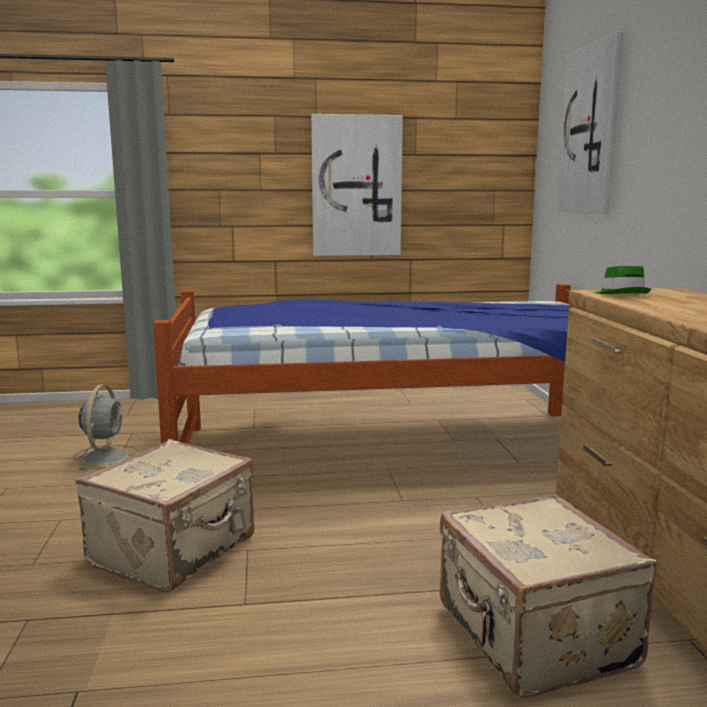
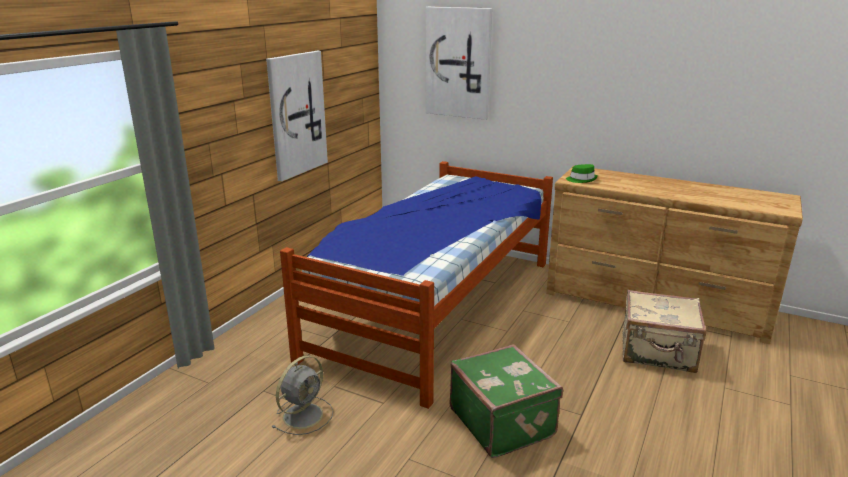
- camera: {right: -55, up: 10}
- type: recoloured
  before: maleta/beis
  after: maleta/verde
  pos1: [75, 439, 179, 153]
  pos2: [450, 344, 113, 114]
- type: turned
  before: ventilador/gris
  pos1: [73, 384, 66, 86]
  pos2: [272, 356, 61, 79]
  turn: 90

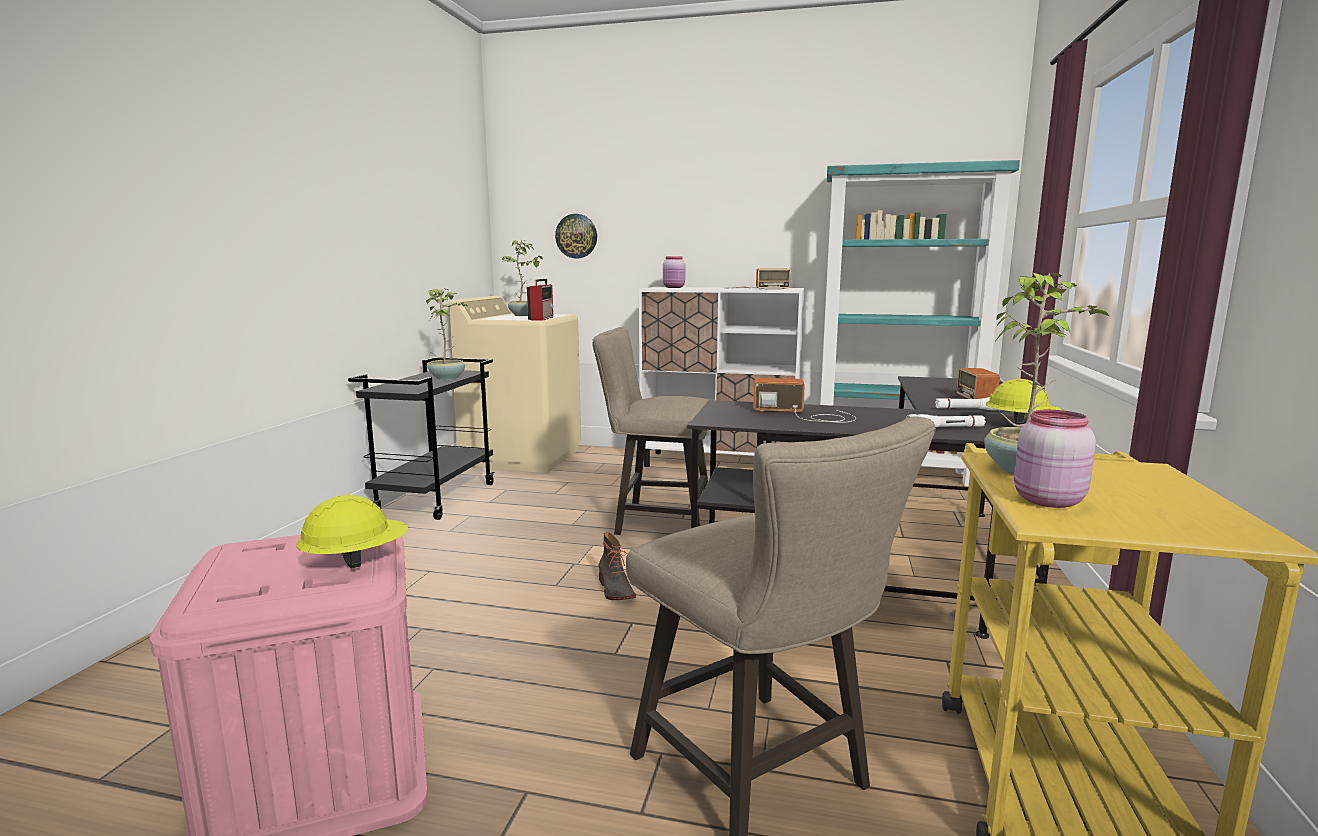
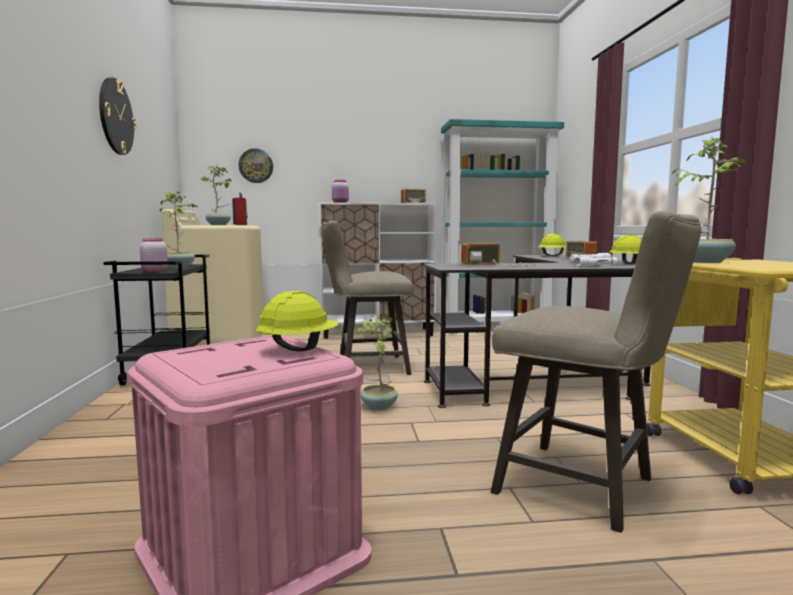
- camera: {right: -20, up: -5}
- type: added
  after: reloj de pared
  pos2: [99, 77, 37, 78]
- type: added
  after: casco/amarillo
  pos2: [538, 233, 28, 23]
- type: moved
  before: tarro/rosa
  pos1: [1014, 410, 82, 98]
  pos2: [140, 238, 28, 34]
- type: replaced
  before: bota
  after: planta en maceta
  pos1: [599, 532, 37, 68]
  pos2: [356, 315, 42, 95]

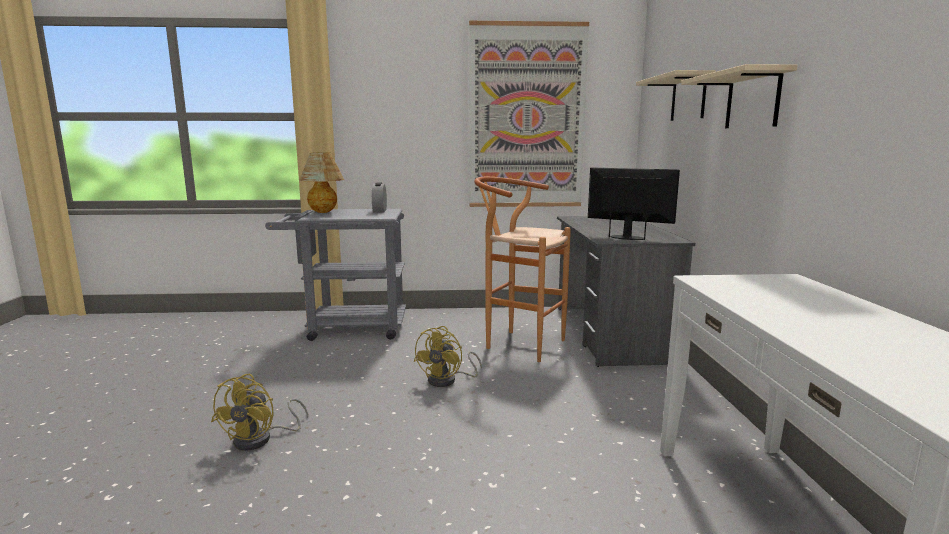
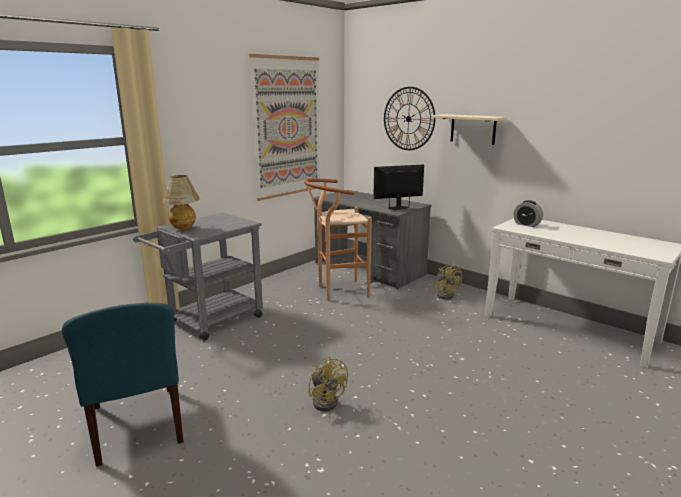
- camera: {right: -45, up: 5}
- type: added
  after: silla/azul
  pos2: [62, 303, 122, 164]
- type: moved
  before: despertador
  pos1: [372, 182, 15, 30]
  pos2: [513, 200, 30, 27]
- type: moved
  before: ventilador/amarillo
  pos1: [413, 326, 69, 61]
  pos2: [435, 263, 27, 36]
- type: replaced
  before: estante/beis
  after: reloj de pared
  pos1: [636, 70, 80, 51]
  pos2: [384, 87, 51, 63]

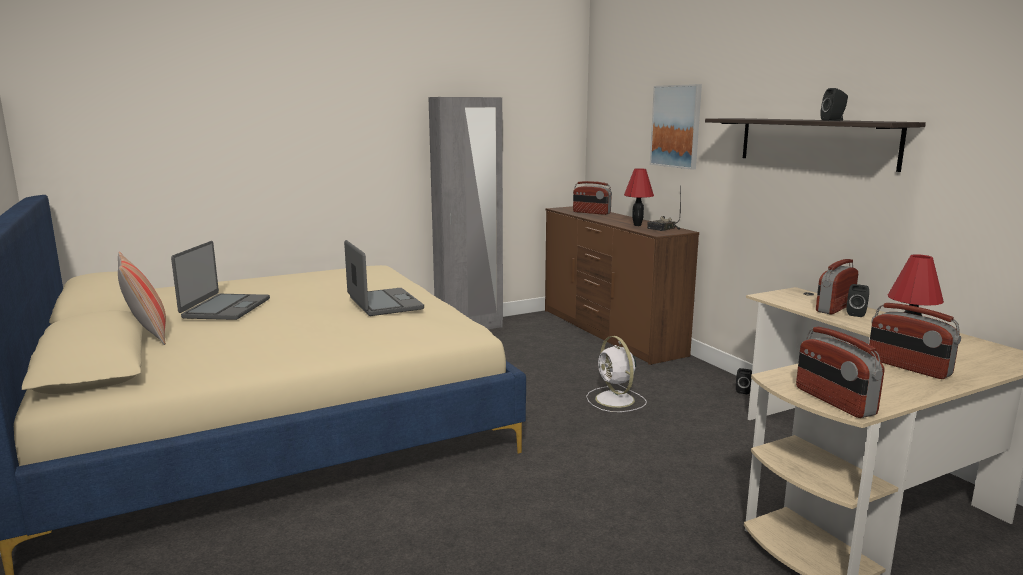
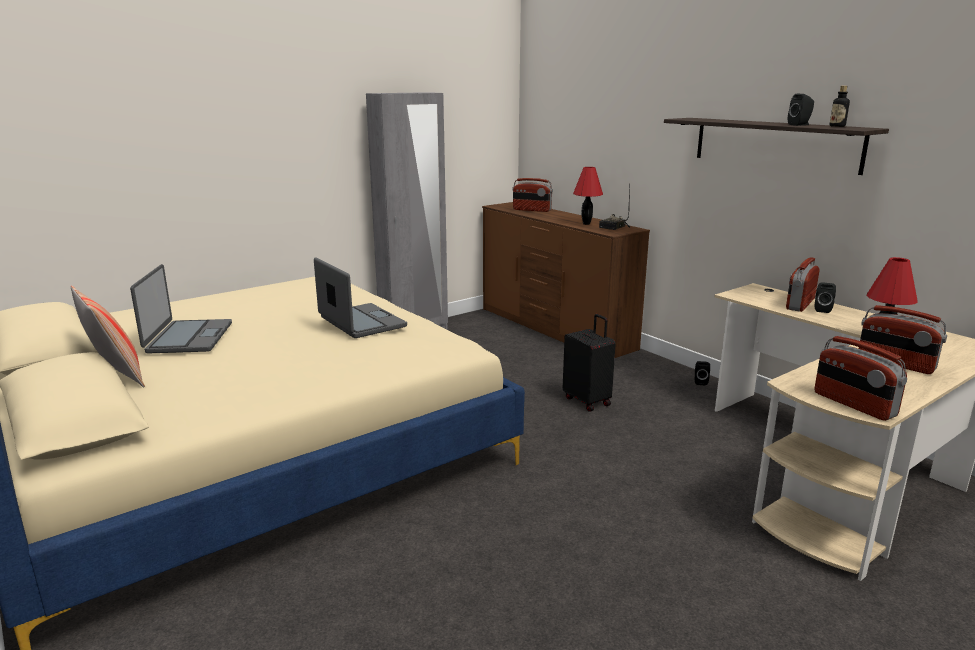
- camera: {right: -10, up: 5}
- type: removed
  before: cuadro
  pos1: [650, 84, 52, 86]
- type: added
  after: botella
  pos2: [830, 86, 20, 41]
- type: replaced
  before: ventilador/blanco
  after: maleta/negro
  pos1: [586, 336, 61, 76]
  pos2: [563, 314, 53, 98]

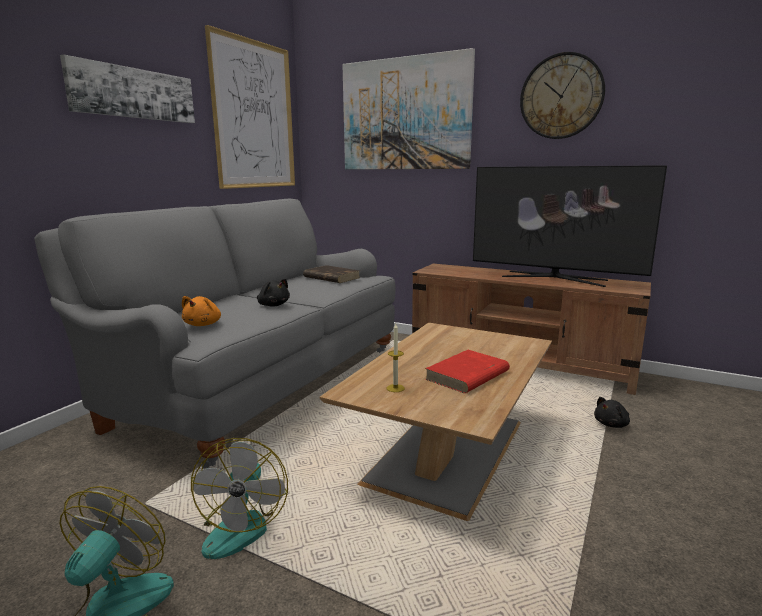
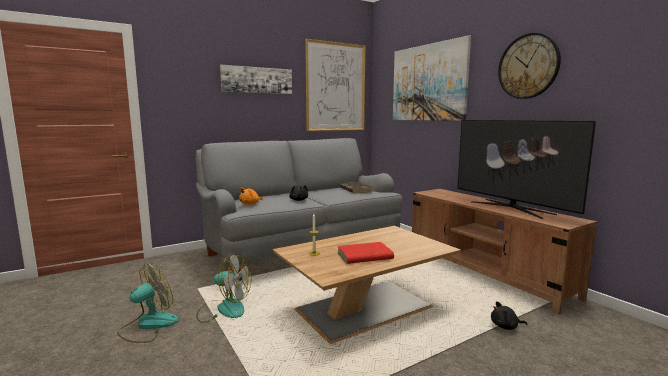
- camera: {right: 30, up: -5}
- type: turned
  before: ventilador
  pos1: [191, 438, 97, 121]
  pos2: [196, 253, 56, 70]
  turn: -105

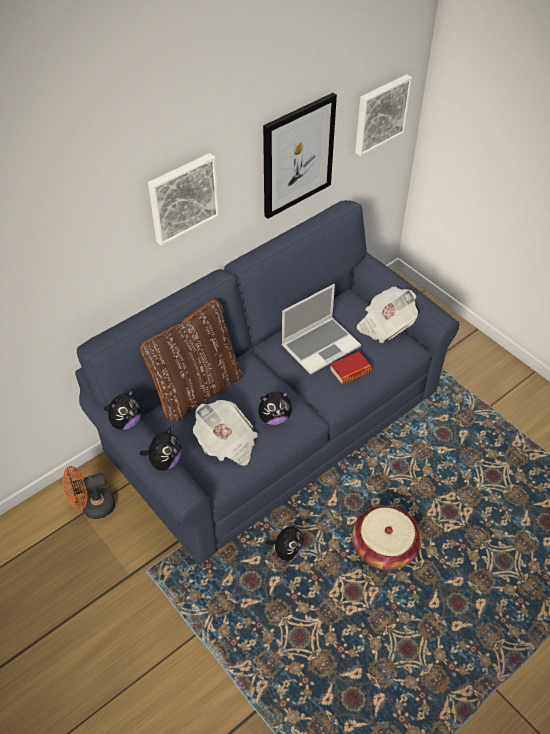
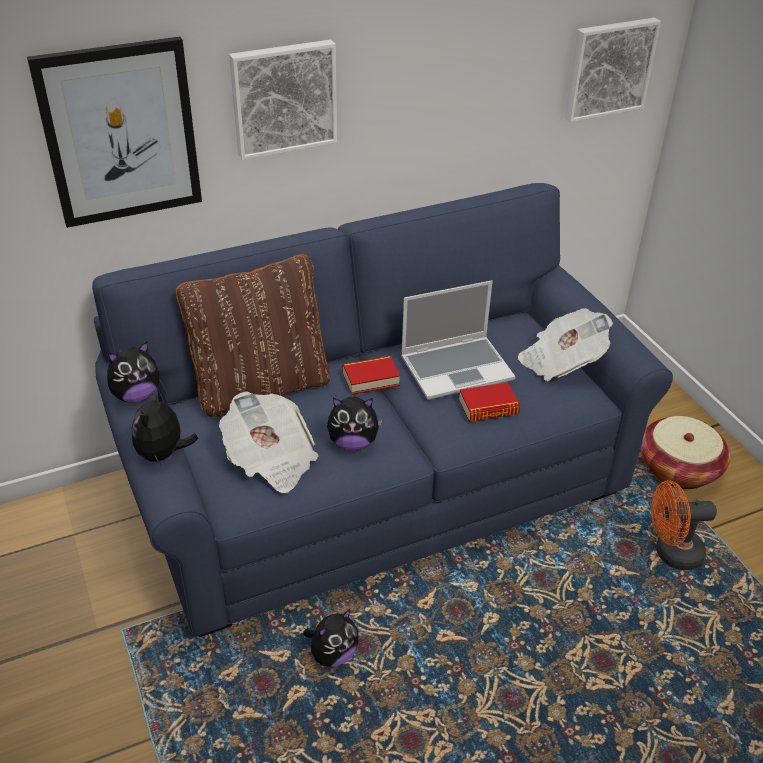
- camera: {right: 15, up: -10}
- type: added
  after: libro
  pos2: [342, 356, 58, 39]
- type: moved
  before: ventilador/naranja
  pos1: [63, 466, 52, 53]
  pos2: [651, 480, 66, 90]
- type: moved
  before: cuadro
  pos1: [263, 93, 74, 126]
  pos2: [27, 37, 175, 191]
- type: moved
  before: cesta
  pos1: [352, 505, 70, 65]
  pos2: [640, 416, 90, 73]
- type: turned
  before: peluche
  pos1: [140, 426, 42, 45]
  pos2: [132, 388, 66, 77]
  turn: 150

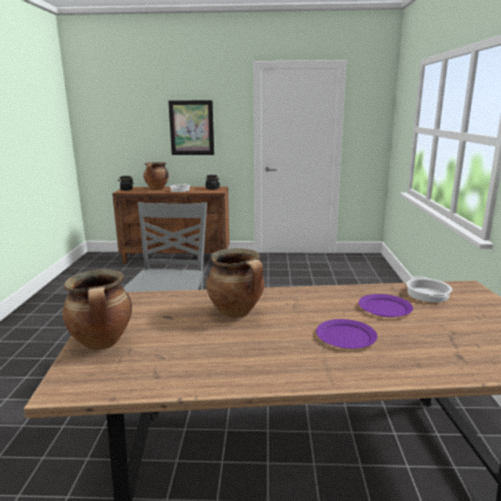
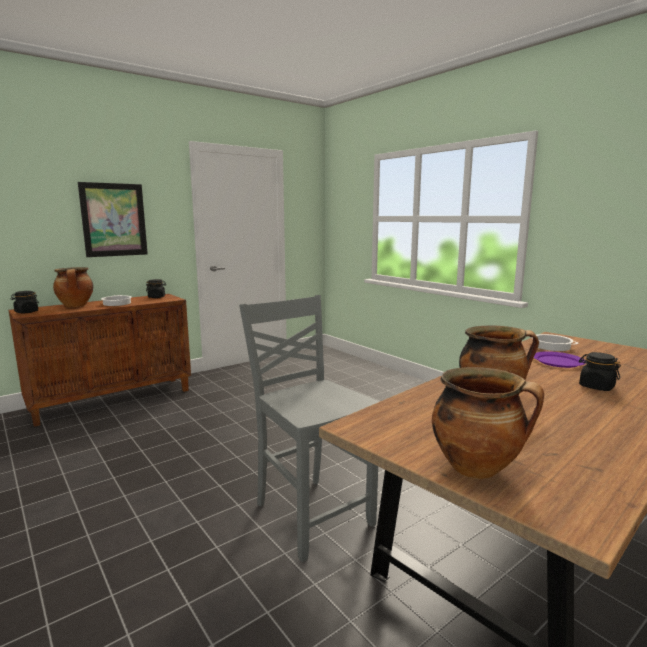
- camera: {right: -40, up: -5}
- type: replaced
  before: plato/morado
  after: tarro/negro
  pos1: [316, 319, 61, 30]
  pos2: [579, 352, 42, 39]

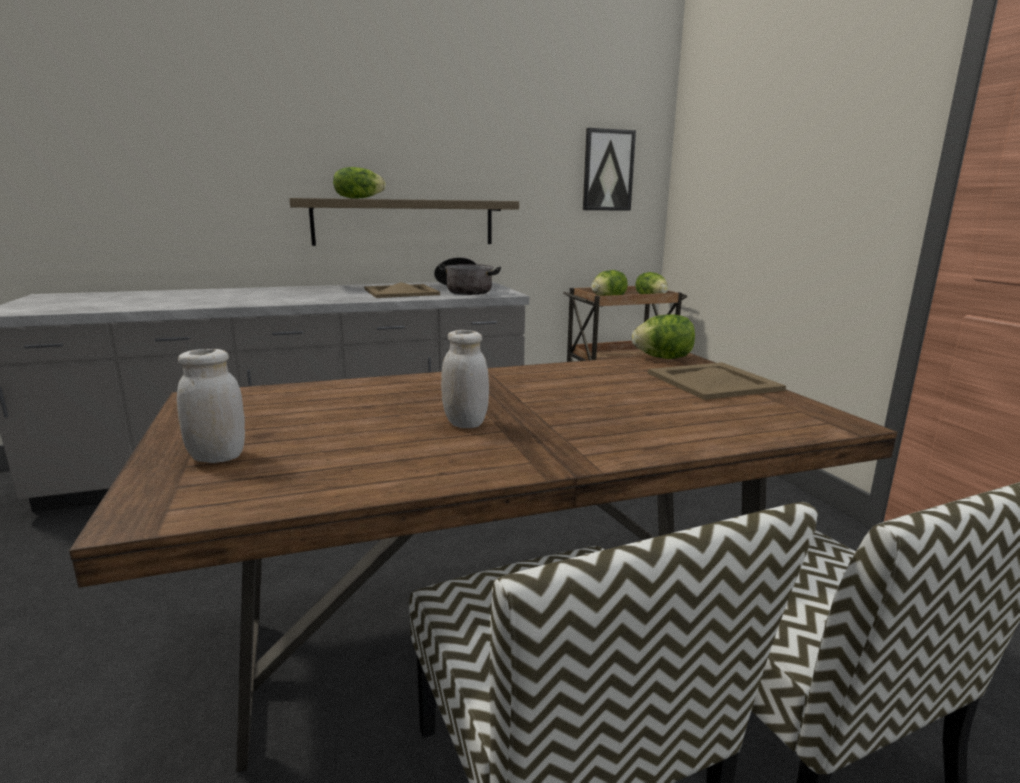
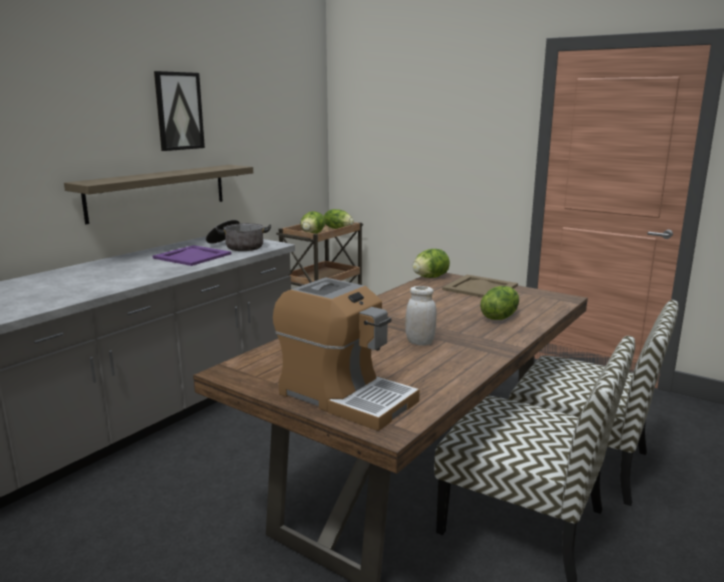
- camera: {right: -35, up: 0}
- type: moved
  before: lechuga
  pos1: [333, 167, 53, 32]
  pos2: [480, 286, 39, 34]
- type: moved
  before: cuadro
  pos1: [583, 128, 53, 83]
  pos2: [154, 71, 51, 80]
- type: replaced
  before: tarro/blanco
  after: cafetera
  pos1: [177, 349, 68, 114]
  pos2: [273, 277, 147, 154]
- type: recoloured
  before: bandeja/beis
  after: bandeja/morado
  pos1: [364, 282, 76, 16]
  pos2: [153, 245, 78, 21]

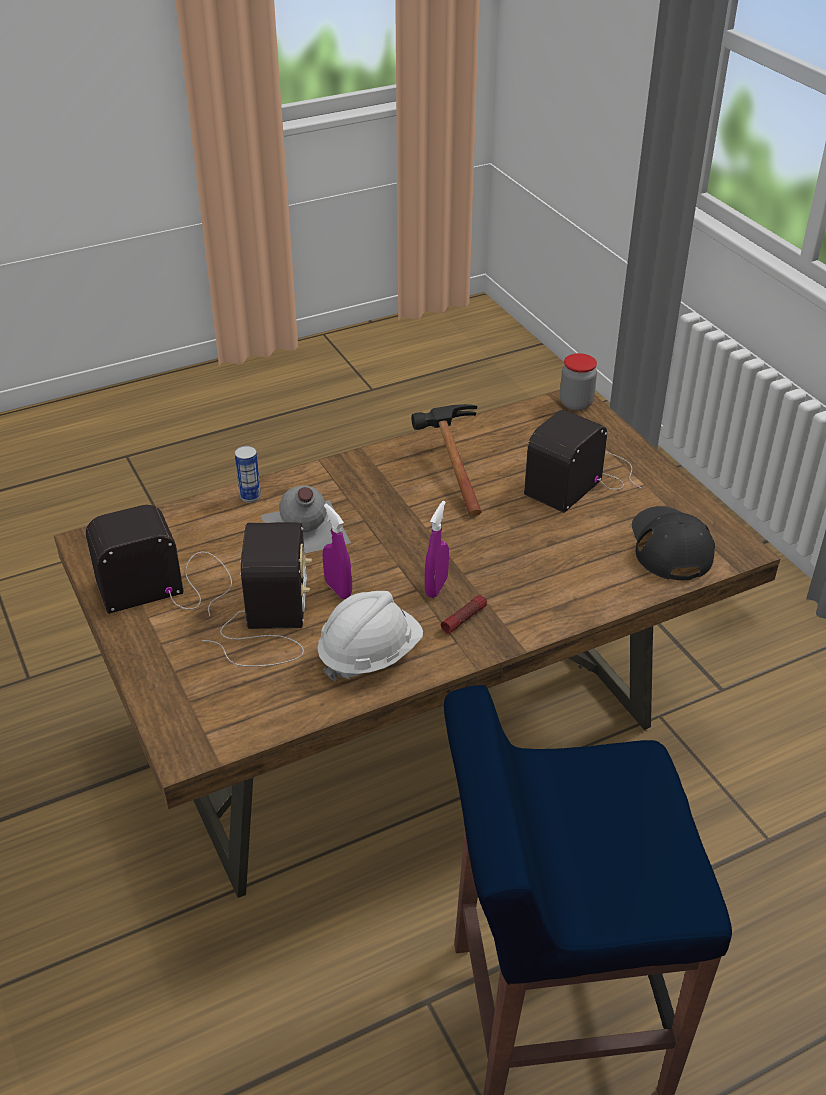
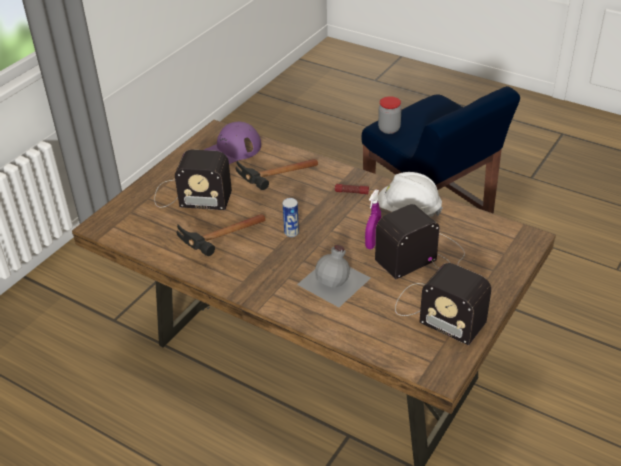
- camera: {right: -120, up: 0}
- type: removed
  before: pulverizador/morado
  pos1: [425, 501, 24, 97]
- type: added
  after: martillo
  pos2: [236, 159, 82, 31]
- type: moved
  before: lata
  pos1: [235, 446, 26, 57]
  pos2: [283, 198, 16, 39]
- type: moved
  before: tarro
  pos1: [560, 353, 37, 57]
  pos2: [378, 96, 24, 38]
- type: recoloured
  before: gorra/negro
  after: gorra/morado
  pos1: [632, 506, 83, 74]
  pos2: [204, 121, 57, 43]

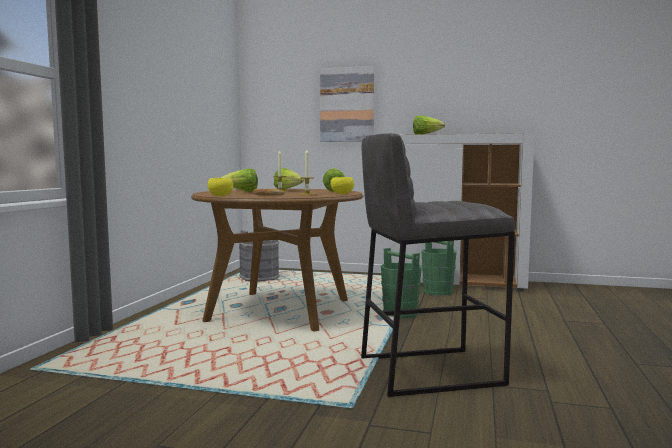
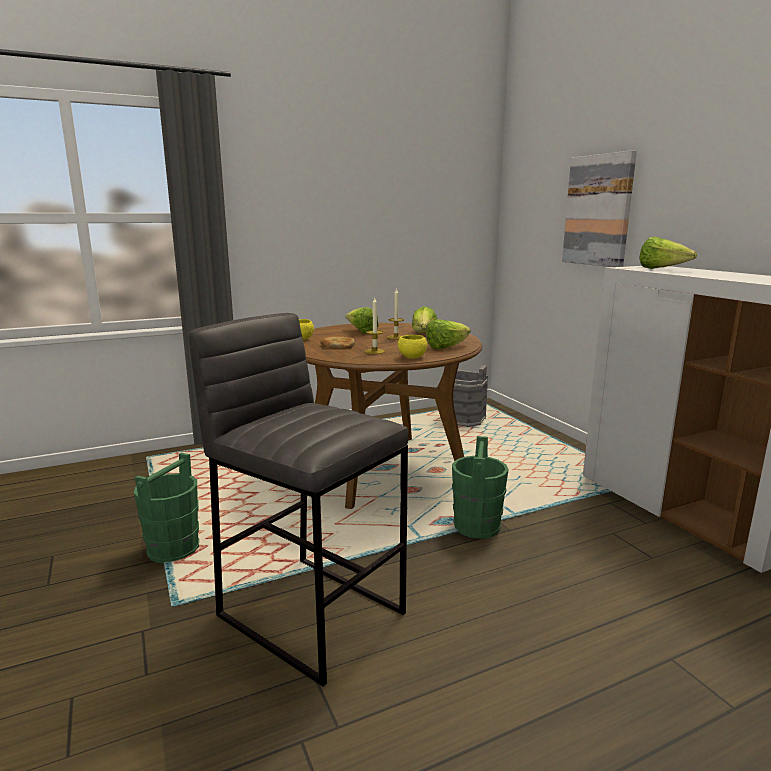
- camera: {right: 50, up: 10}
- type: moved
  before: cubo/verde
  pos1: [421, 240, 35, 56]
  pos2: [134, 453, 65, 110]

